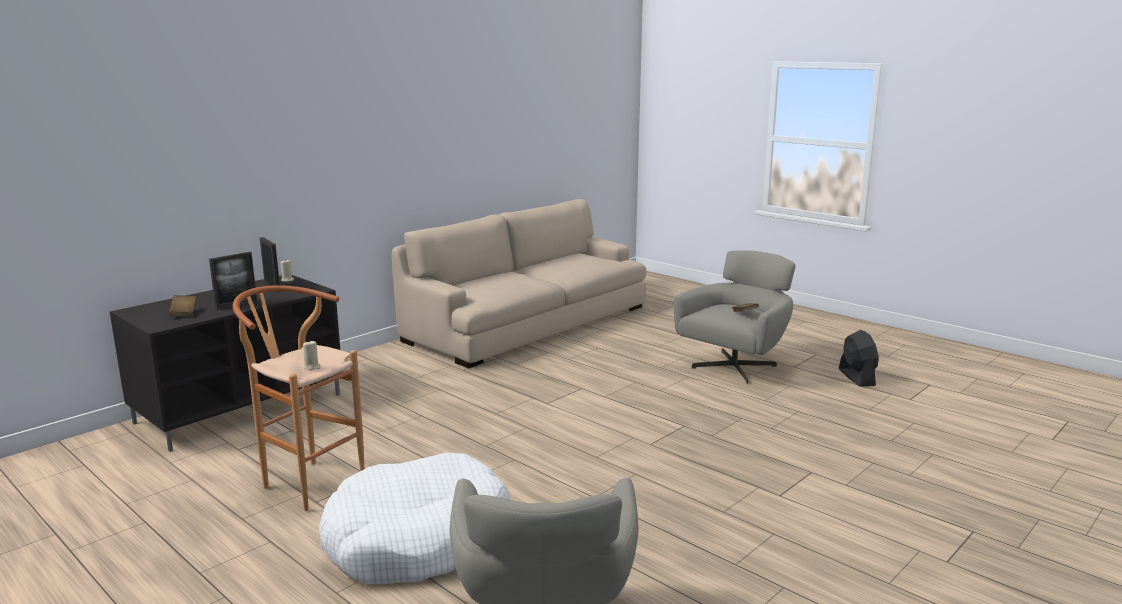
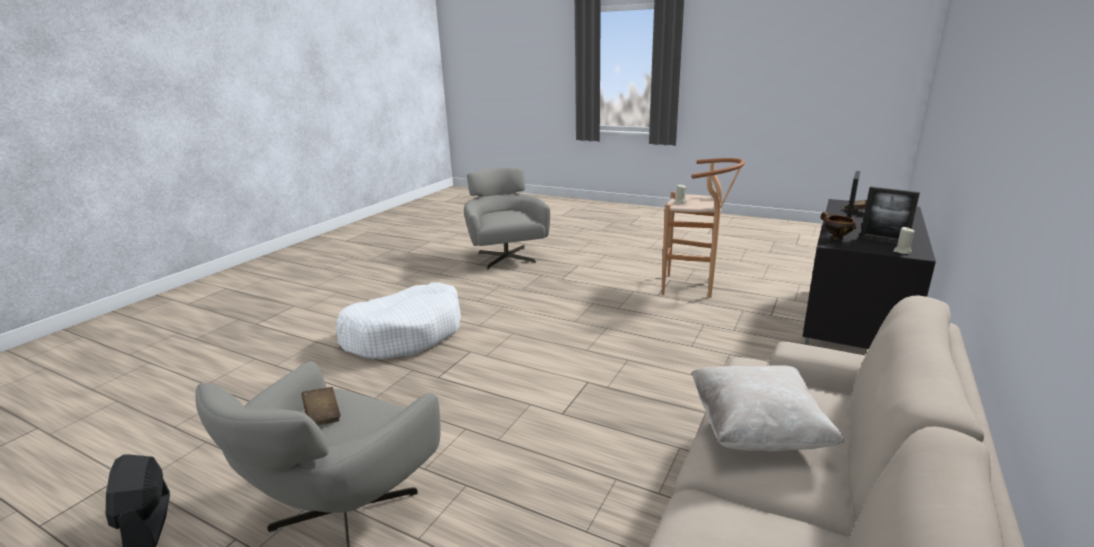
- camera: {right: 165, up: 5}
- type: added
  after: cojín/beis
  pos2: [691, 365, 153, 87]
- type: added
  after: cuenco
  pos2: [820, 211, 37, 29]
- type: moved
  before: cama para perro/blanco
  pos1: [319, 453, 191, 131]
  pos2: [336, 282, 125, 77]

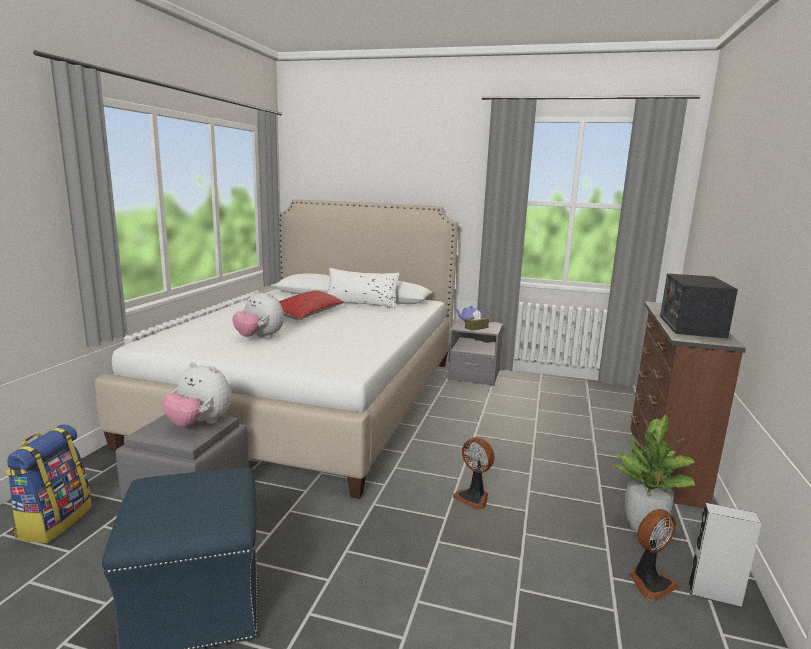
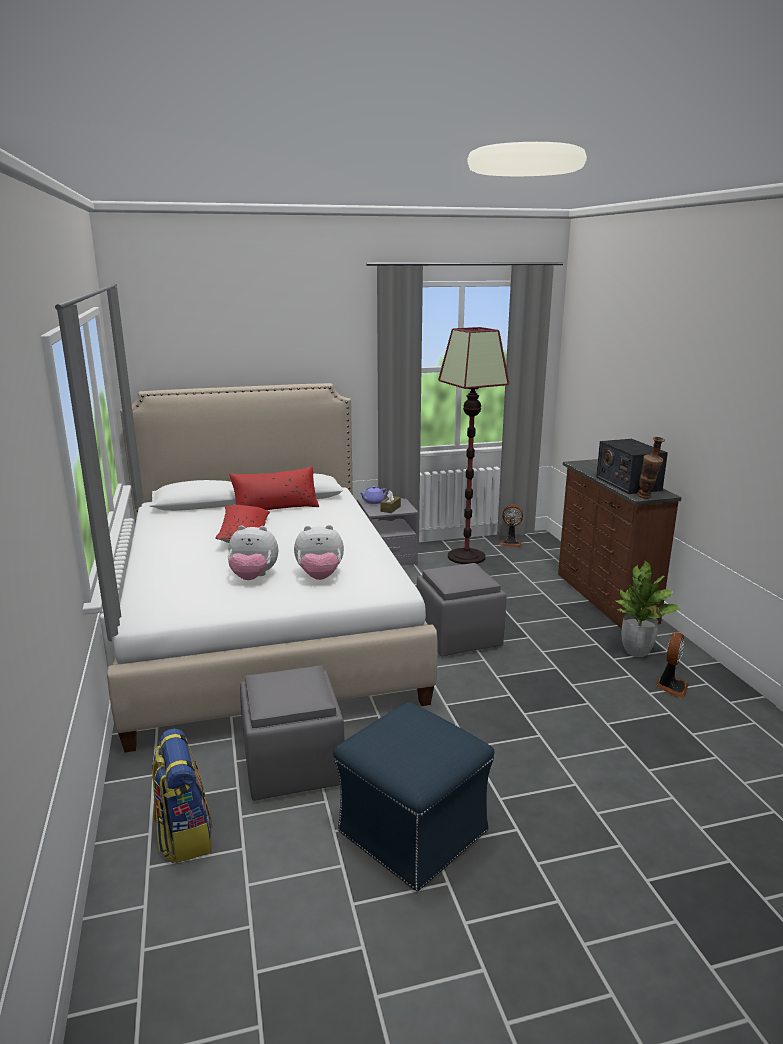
- camera: {right: -30, up: 5}
- type: removed
  before: altavoz/gris
  pos1: [688, 503, 73, 105]
- type: added
  after: puf/gris
  pos2: [417, 563, 90, 93]
- type: added
  after: lámpara de pie
  pos2: [438, 327, 71, 237]
- type: added
  after: florero
  pos2: [637, 437, 28, 62]
- type: moved
  before: peluche
  pos1: [162, 362, 70, 65]
  pos2: [294, 525, 50, 55]
- type: moved
  before: ventilador
  pos1: [453, 437, 41, 73]
  pos2: [500, 505, 23, 42]
- type: recoloured
  before: cojín/blanco
  after: cojín/rojo
  pos1: [327, 268, 73, 41]
  pos2: [229, 466, 90, 44]

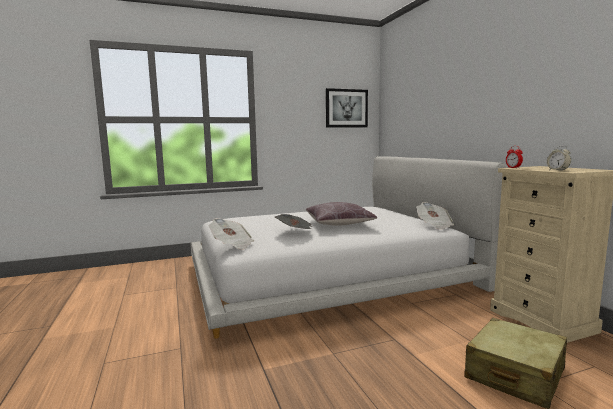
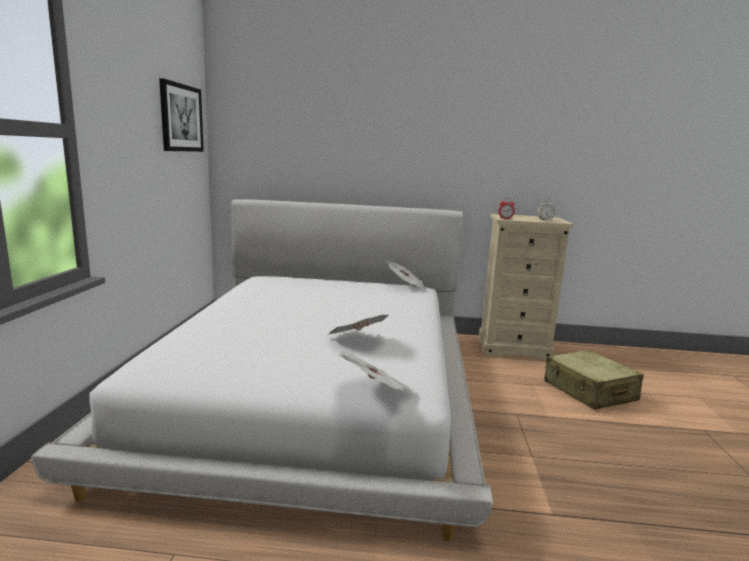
- camera: {right: -65, up: 5}
- type: removed
  before: cojín/marrón
  pos1: [306, 202, 71, 24]

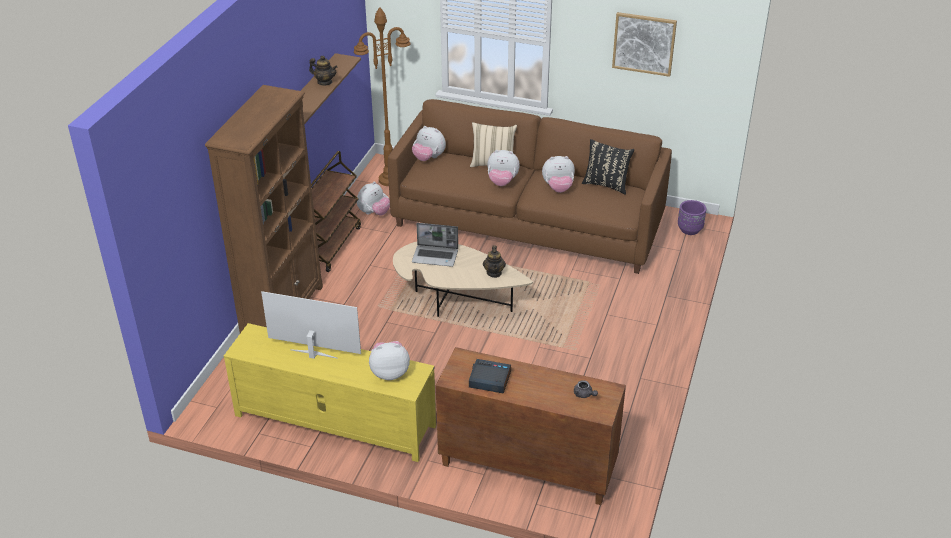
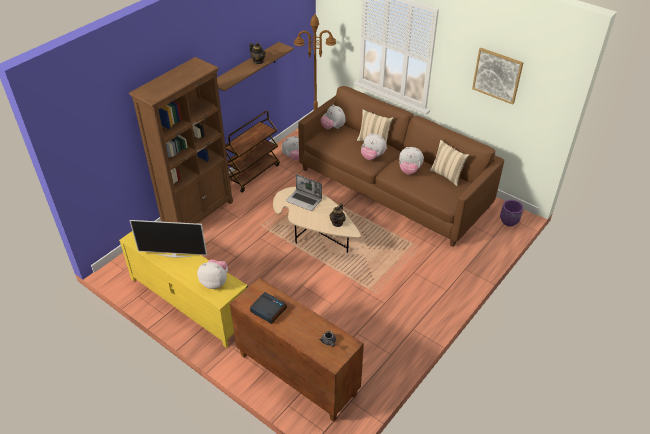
- camera: {right: 20, up: 5}
- type: recoloured
  before: cojín/negro
  after: cojín/beis
  pos1: [582, 139, 52, 56]
  pos2: [429, 140, 40, 46]
- type: turned
  before: televisor
  pos1: [261, 291, 100, 68]
  pos2: [129, 220, 78, 38]
  turn: 150

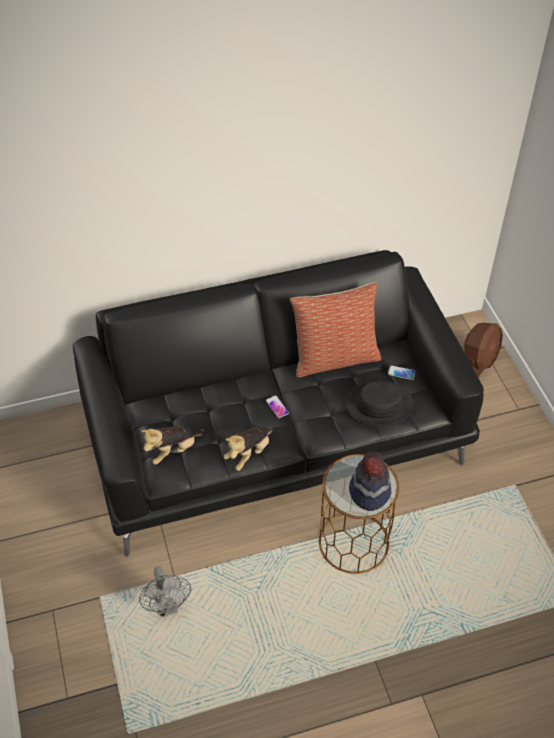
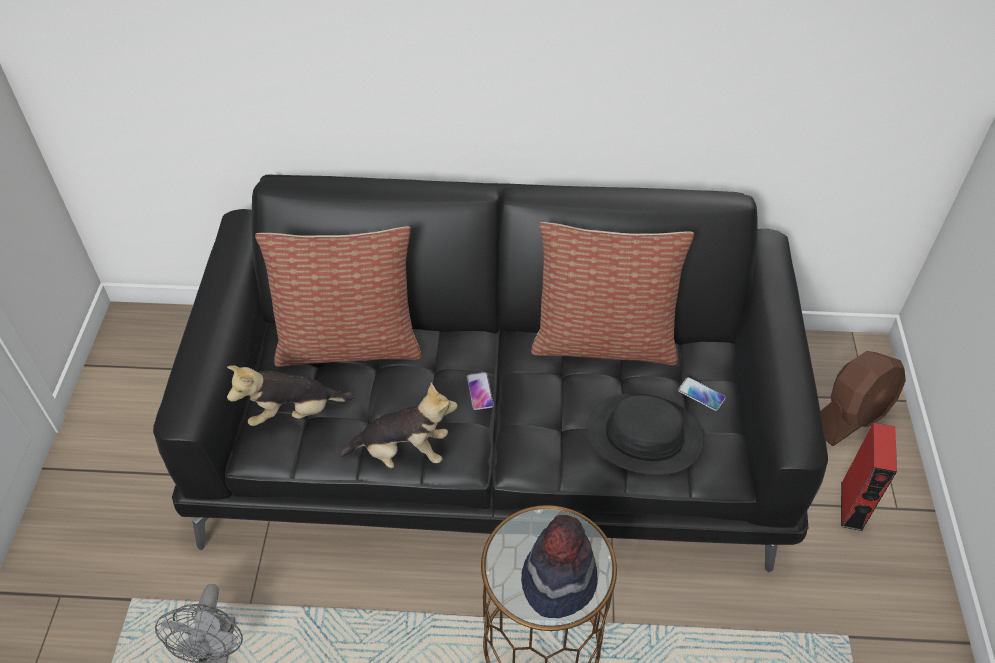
- camera: {right: 20, up: 0}
- type: added
  after: cojín
  pos2: [255, 226, 167, 141]
- type: added
  after: altavoz/rojo
  pos2: [841, 423, 56, 108]
- type: turned
  before: peluche
  pos1: [224, 427, 49, 44]
  pos2: [339, 383, 119, 85]
  turn: -150

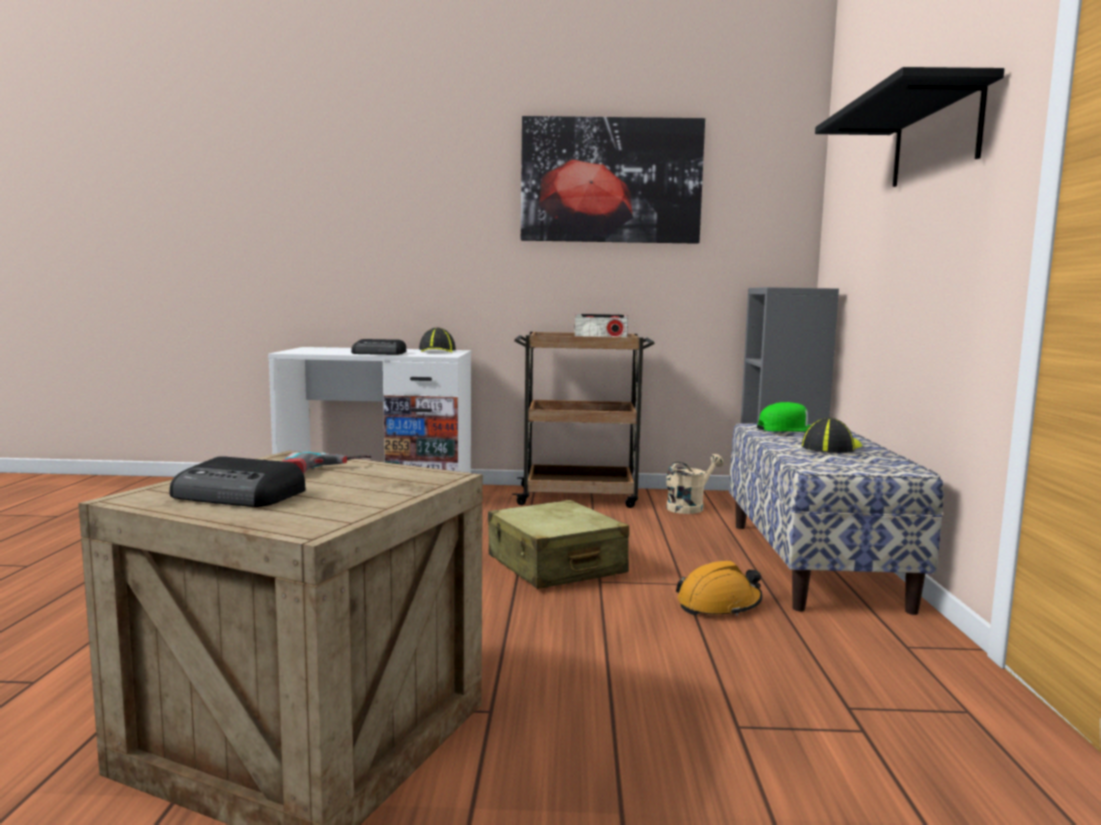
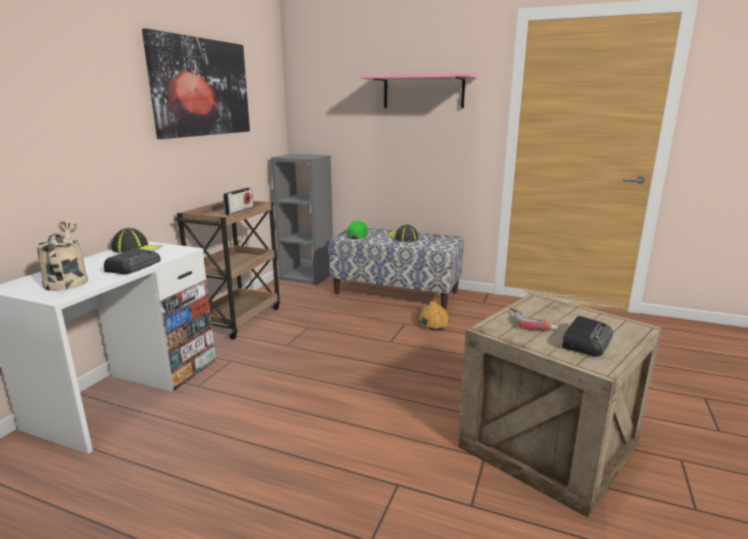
- camera: {right: -70, up: 10}
- type: removed
  before: maleta/beis
  pos1: [488, 500, 141, 89]
- type: moved
  before: regadera/beis
  pos1: [666, 454, 58, 60]
  pos2: [35, 220, 53, 71]
- type: recoloured
  before: estante/negro
  after: estante/rosa
  pos1: [815, 67, 190, 120]
  pos2: [360, 72, 118, 36]

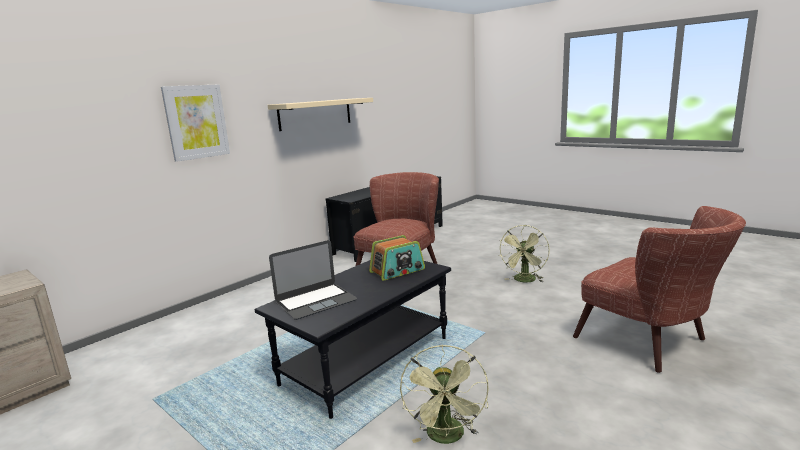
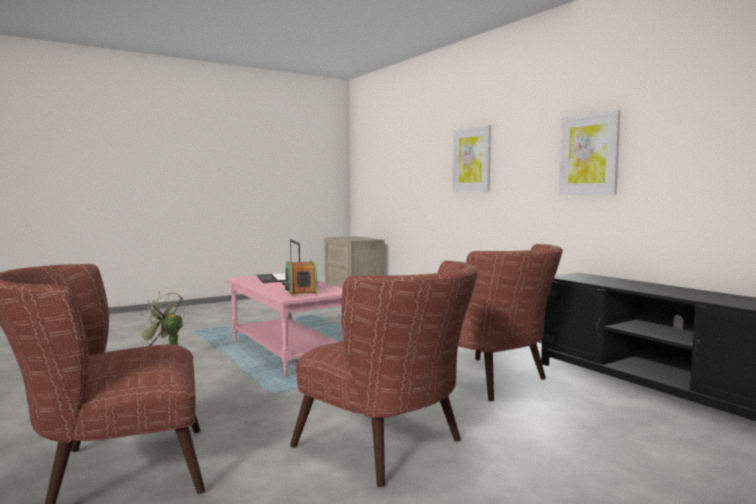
- camera: {right: 105, up: -10}
- type: replaced
  before: estante/beis
  after: cuadro
  pos1: [268, 98, 105, 33]
  pos2: [559, 110, 62, 85]
- type: replaced
  before: ventilador/verde
  after: sillón/marrón
  pos1: [499, 225, 50, 58]
  pos2: [290, 261, 189, 226]
- type: recoloured
  before: mesa de centro/negro
  after: mesa de centro/rosa
  pos1: [255, 260, 196, 159]
  pos2: [227, 276, 116, 101]

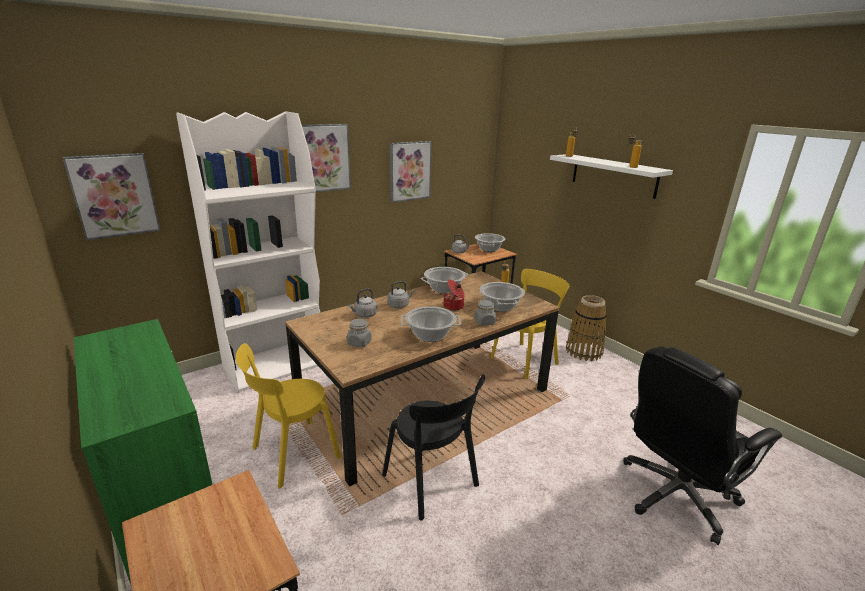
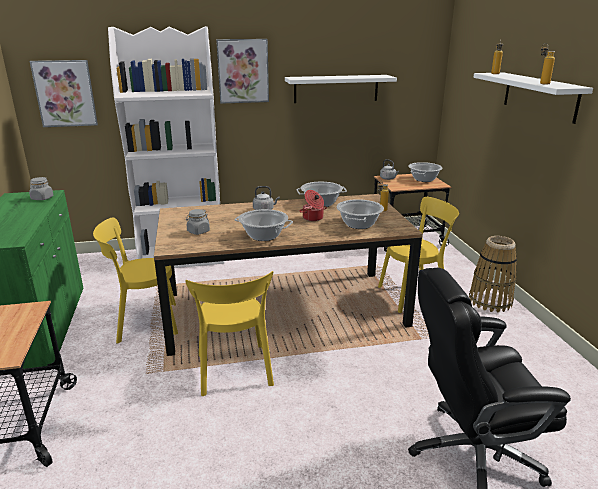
- camera: {right: 25, up: 0}
- type: removed
  before: hervidor/gris
  pos1: [348, 288, 29, 30]
- type: moved
  before: tarro/gris
  pos1: [474, 300, 22, 25]
  pos2: [29, 177, 25, 23]
- type: replaced
  before: cuadro
  after: estante/blanco
  pos1: [390, 141, 42, 62]
  pos2: [285, 75, 112, 28]
- type: recoloured
  before: silla/negro
  after: silla/amarillo
  pos1: [382, 374, 103, 147]
  pos2: [185, 271, 89, 125]

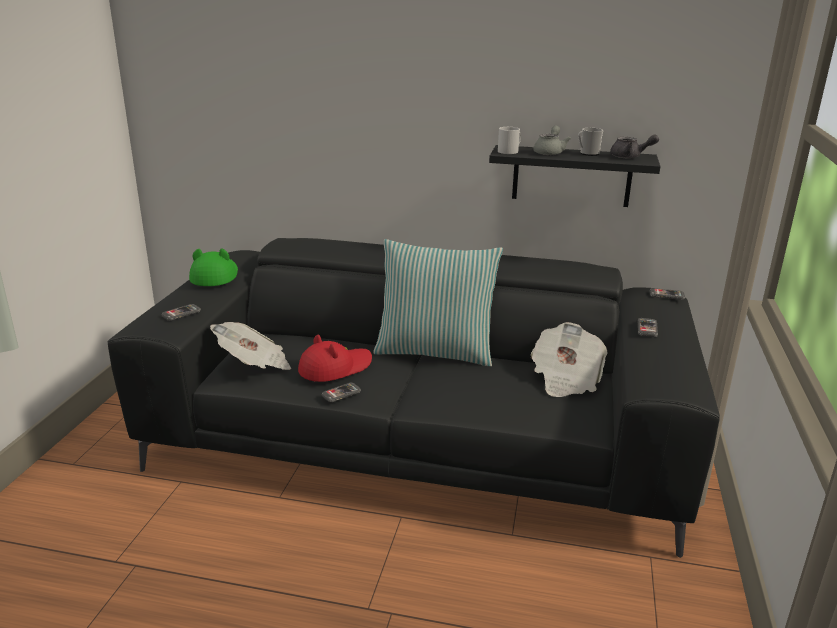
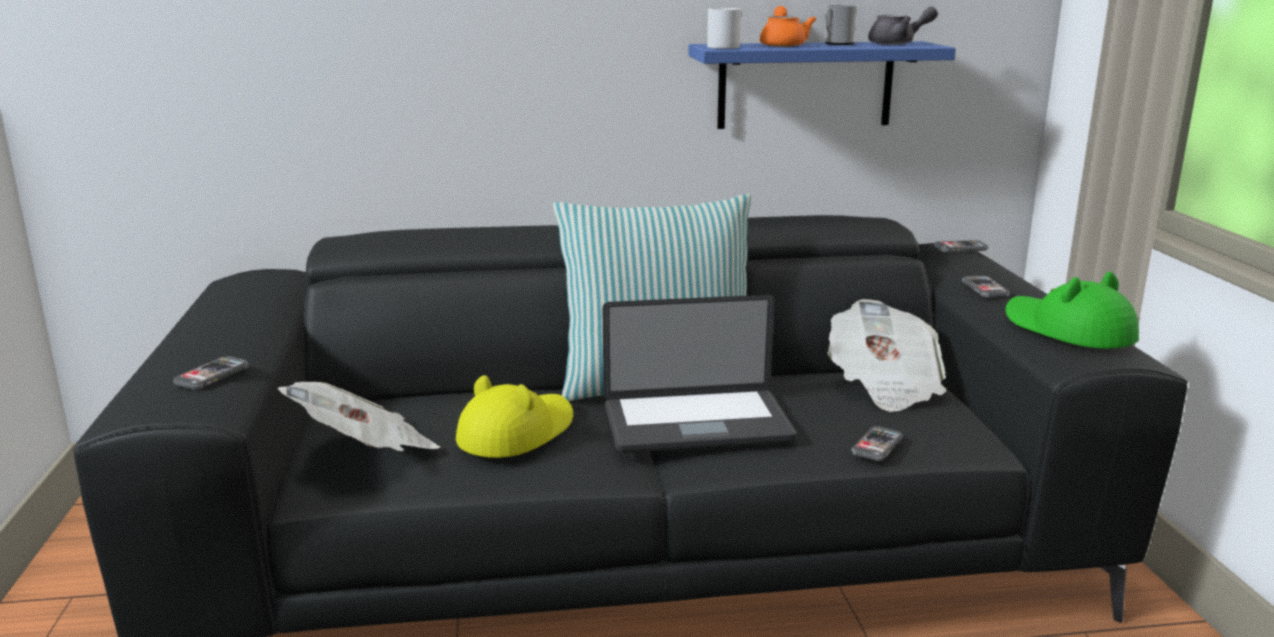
- camera: {right: -20, up: -5}
- type: added
  after: portátil
  pos2: [603, 295, 194, 158]
- type: moved
  before: sombrero/verde
  pos1: [189, 248, 49, 38]
  pos2: [1005, 272, 134, 77]
- type: moved
  before: móvil
  pos1: [322, 383, 39, 19]
  pos2: [851, 426, 52, 35]
- type: recoloured
  before: sombrero/rojo
  after: sombrero/amarillo
  pos1: [298, 335, 74, 47]
  pos2: [456, 375, 117, 83]
- type: recoloured
  before: estante/negro
  after: estante/azul
  pos1: [489, 145, 171, 62]
  pos2: [688, 41, 268, 88]
- type: recoloured
  before: tetera/gris
  after: tetera/naranja
  pos1: [534, 126, 37, 29]
  pos2: [760, 6, 56, 41]

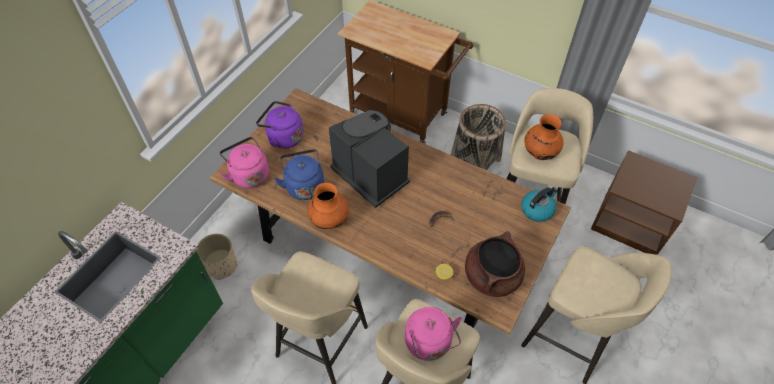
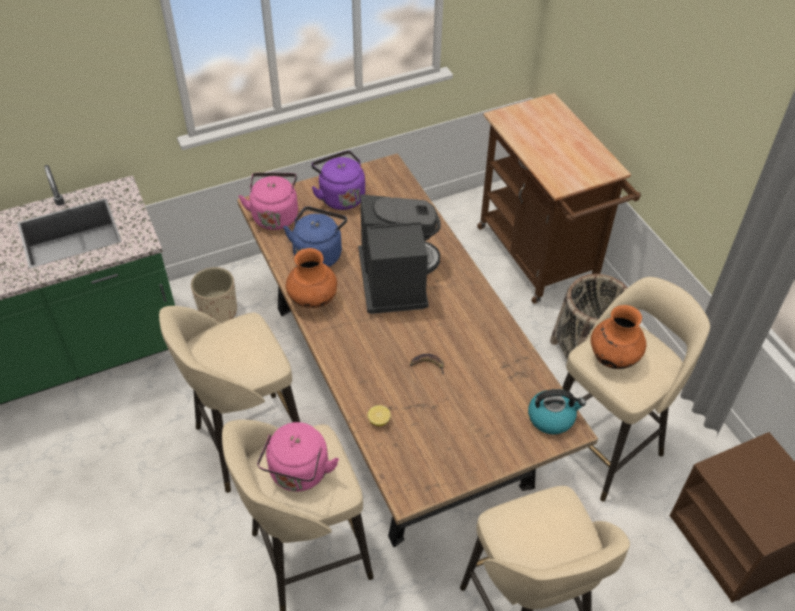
- camera: {right: 35, up: -5}
- type: removed
  before: olla/marrón
  pos1: [465, 231, 60, 66]

